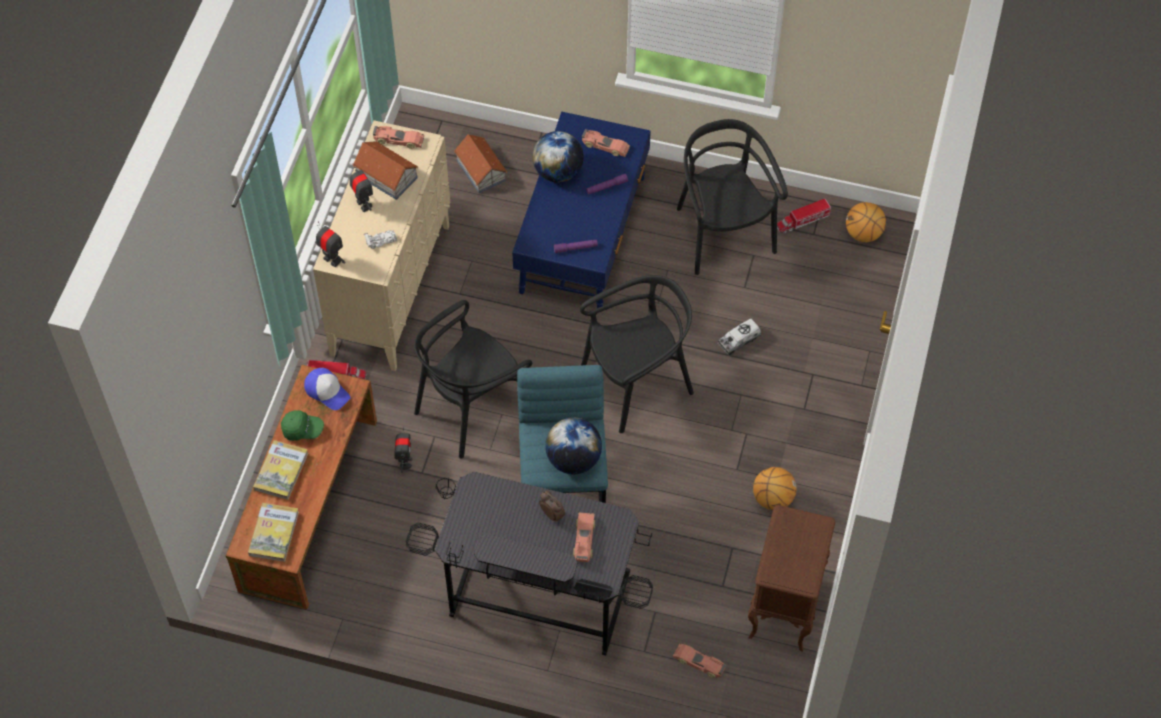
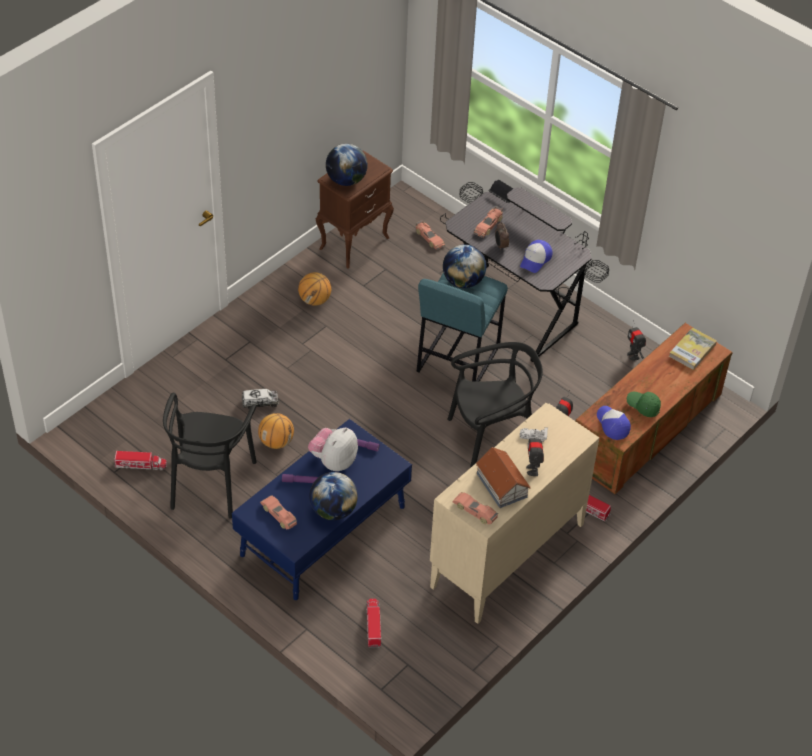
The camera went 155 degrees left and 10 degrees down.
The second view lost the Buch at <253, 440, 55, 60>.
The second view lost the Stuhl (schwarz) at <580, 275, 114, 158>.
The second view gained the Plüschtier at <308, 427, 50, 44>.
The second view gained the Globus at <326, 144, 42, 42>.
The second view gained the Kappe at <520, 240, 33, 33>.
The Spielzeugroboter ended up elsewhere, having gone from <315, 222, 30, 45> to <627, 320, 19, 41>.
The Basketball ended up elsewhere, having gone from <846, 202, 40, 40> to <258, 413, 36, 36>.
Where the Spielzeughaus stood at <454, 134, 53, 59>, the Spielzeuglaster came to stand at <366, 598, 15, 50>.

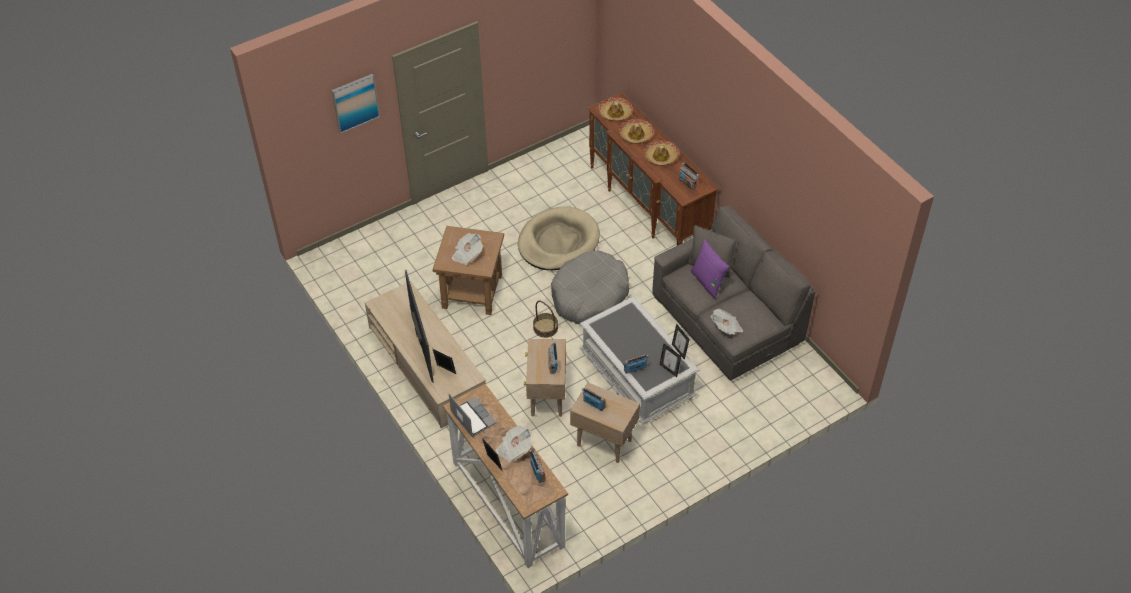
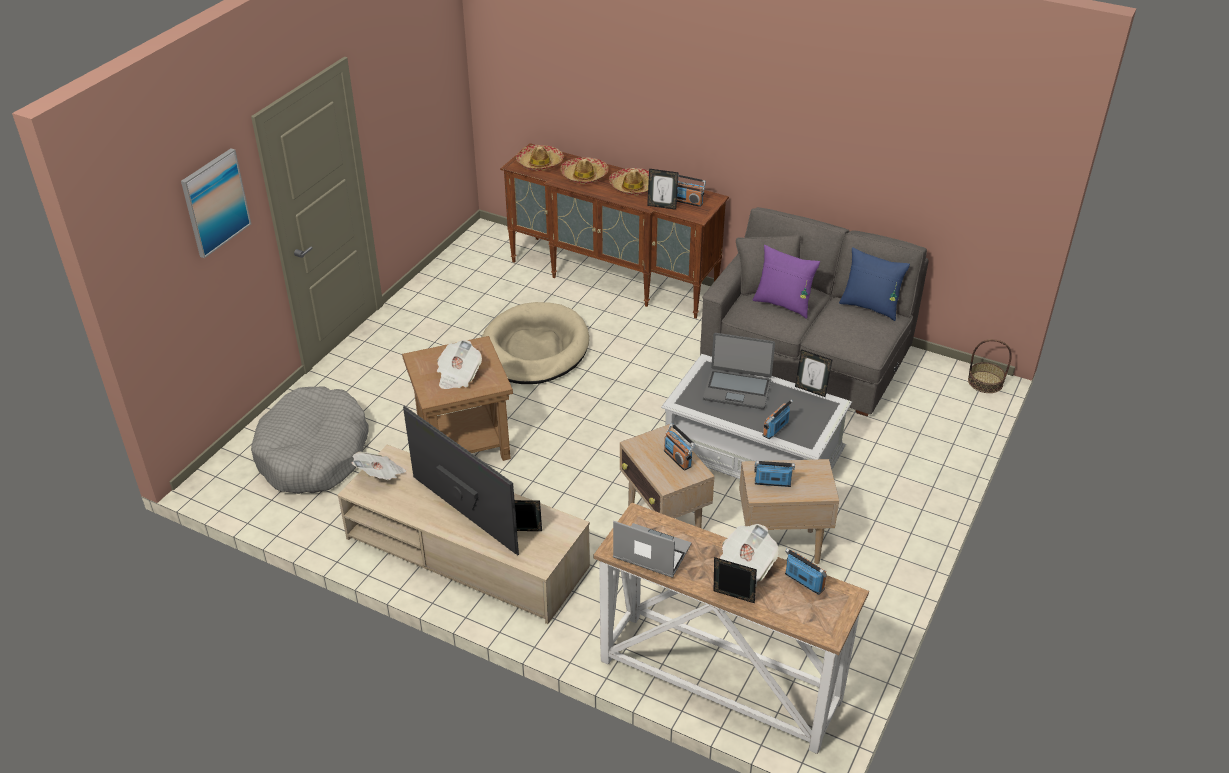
The camera went 30 degrees left and 10 degrees down.
The second view gained the Laptop at <703, 333, 72, 76>.
The second view gained the Kissen (blau) at <839, 247, 71, 74>.
The Korb ended up elsewhere, having gone from <533, 301, 25, 37> to <968, 339, 44, 54>.
The Hundebett (grau) ended up elsewhere, having gone from <551, 250, 78, 74> to <251, 386, 118, 108>.
The Bilderrahmen ended up elsewhere, having gone from <660, 344, 21, 33> to <647, 169, 32, 41>.
The Zeitung ended up elsewhere, having gone from <711, 309, 32, 26> to <351, 452, 55, 28>.

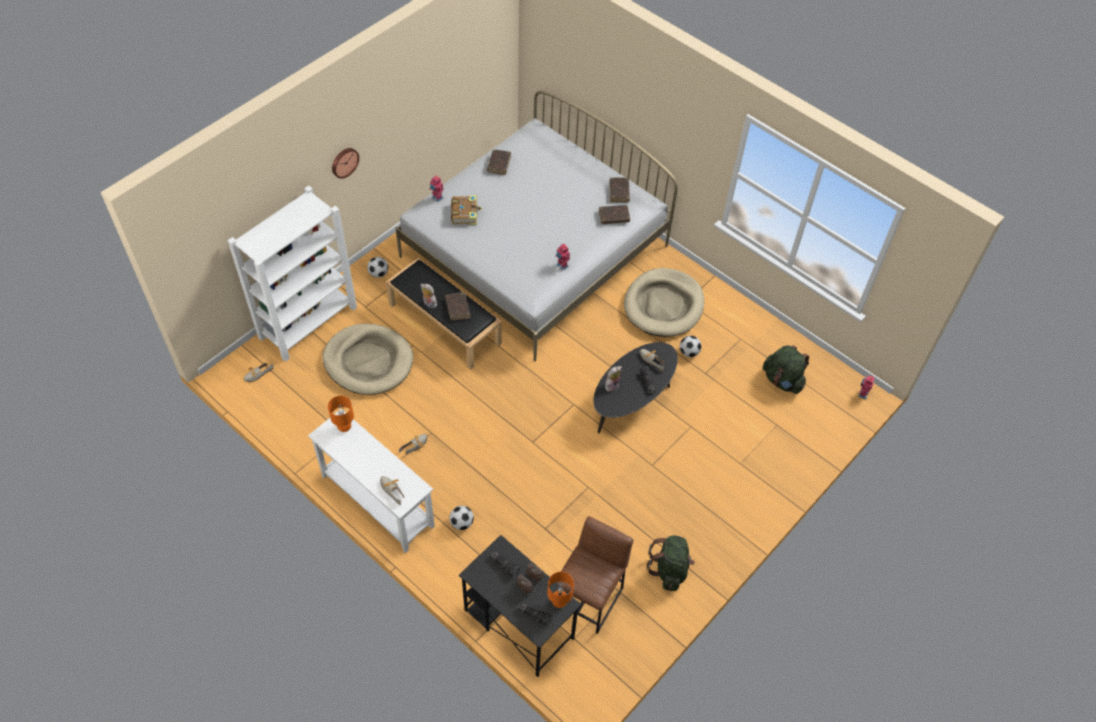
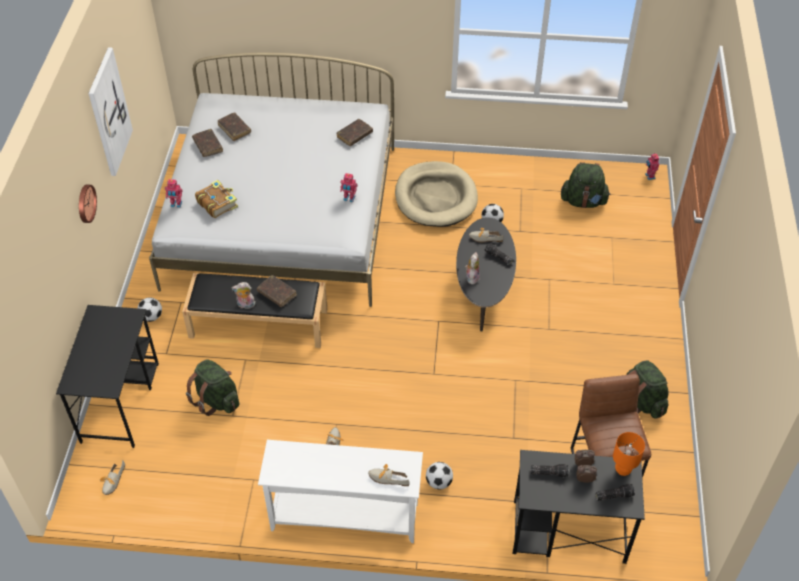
The camera went 35 degrees left and 5 degrees down.
The second view lost the Tischlampe (orange) at <328, 396, 26, 36>.
The second view gained the Bild at <88, 47, 45, 129>.
The Buch (braun) ended up elsewhere, having gone from <609, 178, 21, 24> to <218, 112, 33, 29>.
Where the Bücherregal (weiß) stood at <228, 186, 129, 175>, the Schreibtisch (schwarz) came to stand at <56, 305, 103, 143>.
Where the Hundebett (beige) stood at <323, 324, 90, 71>, the Rucksack (grün) came to stand at <186, 359, 53, 57>.

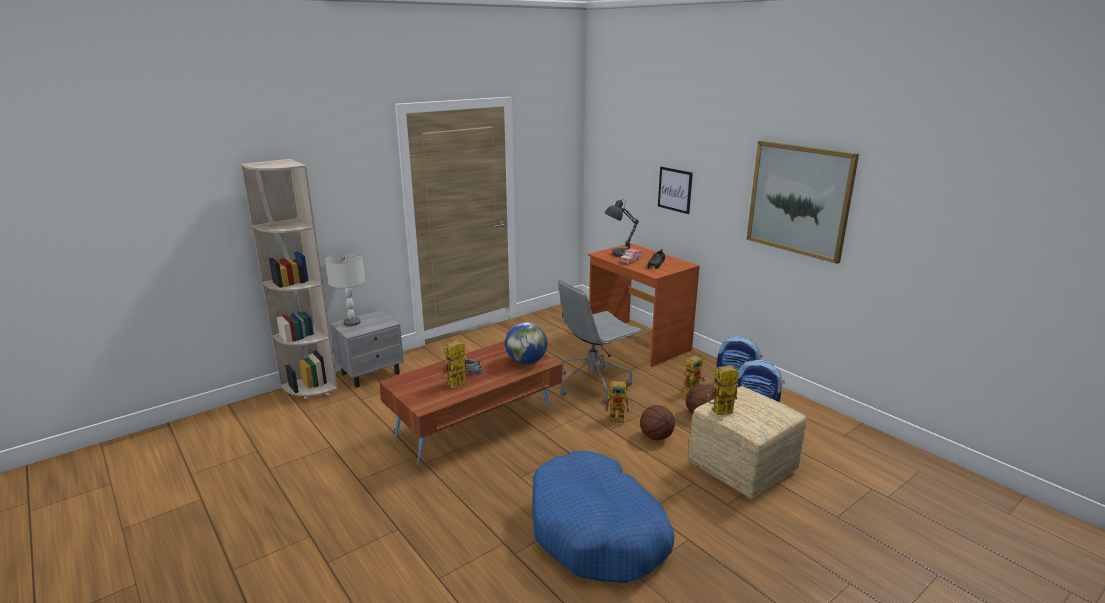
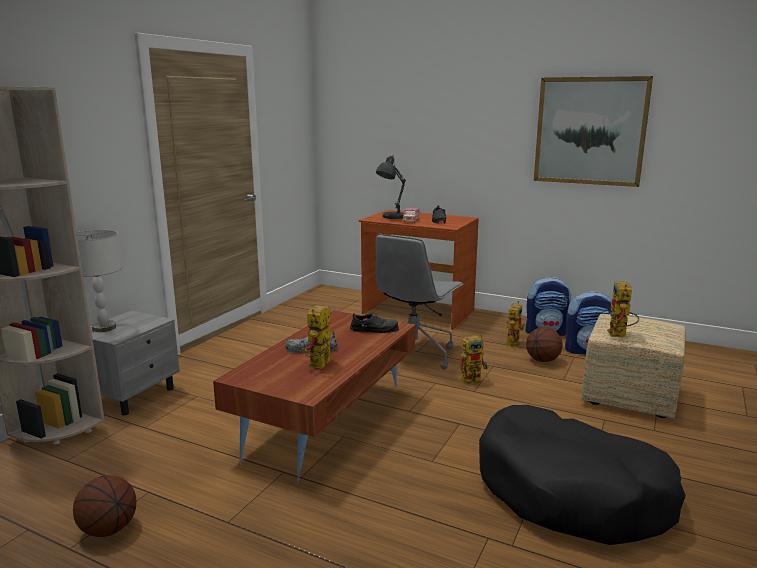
The camera went 25 degrees left and 5 degrees down.
The second view lost the Bild at <658, 167, 35, 47>.
The Basketball ended up elsewhere, having gone from <640, 405, 35, 36> to <73, 475, 63, 62>.
Where the Globus stood at <505, 322, 42, 42>, the Schuh (schwarz) came to stand at <350, 313, 49, 20>.
What was the Hundebett (blau) at <532, 451, 142, 132> turned into the Hundebett (schwarz) at <479, 405, 207, 140>.
The Spielzeugroboter at <707, 365, 32, 50> ended up facing another way, 45 degrees counterclockwise from before.

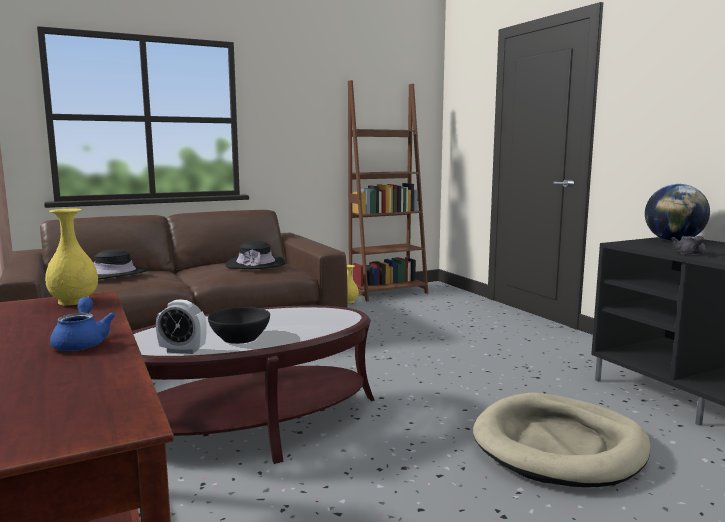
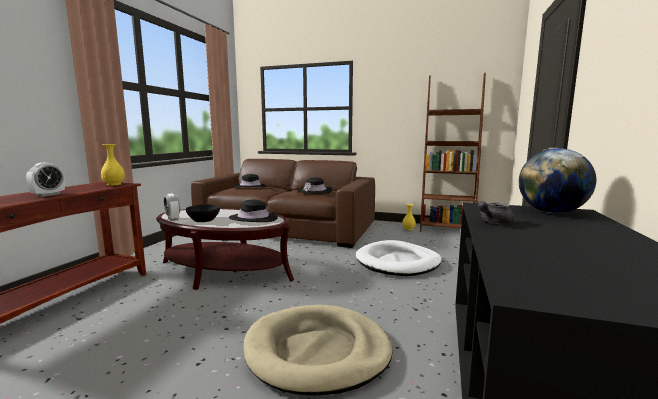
The camera went 45 degrees right and 0 degrees up.
The second view gained the Hut (schwarz) at <229, 200, 49, 22>.
The second view gained the Hundebett (weiß) at <356, 240, 86, 36>.
Where the Teekanne (blau) stood at <50, 297, 66, 54>, the Wecker came to stand at <26, 163, 39, 34>.

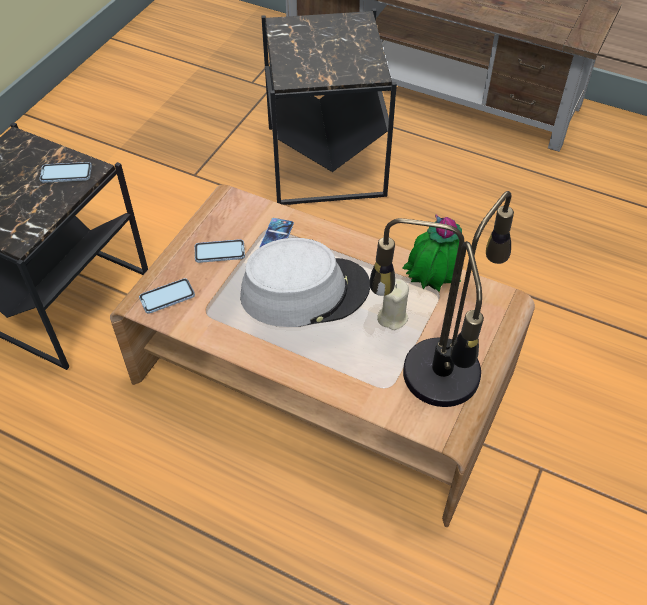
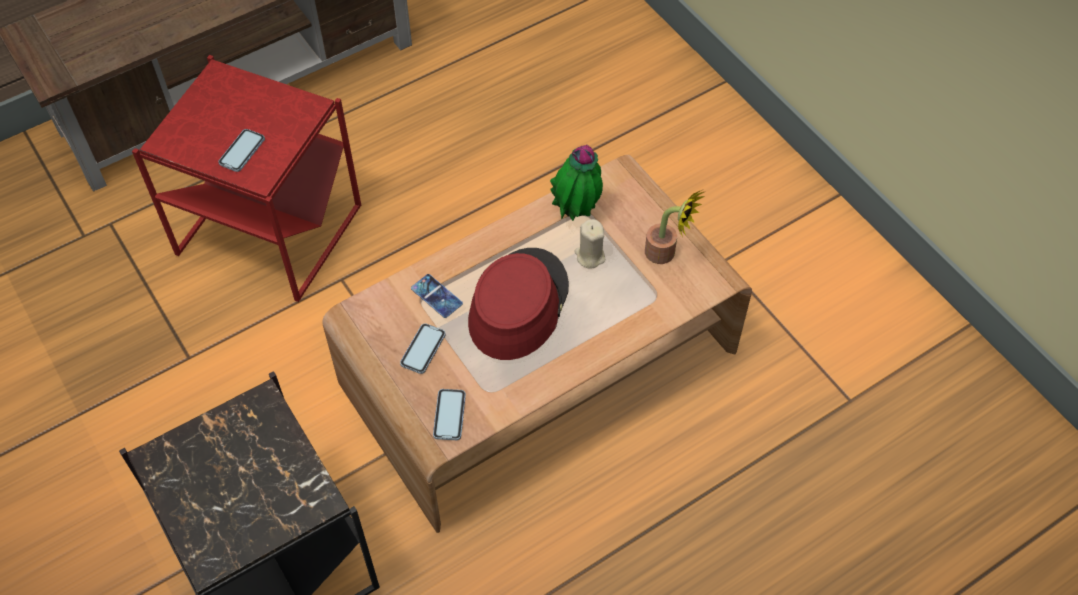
The camera went 60 degrees left and 5 degrees up.
The Handy ended up elsewhere, having gone from <39, 162, 53, 21> to <218, 129, 47, 43>.
Where the Tischlampe stood at <370, 191, 144, 216>, the Topfpflanze came to stand at <645, 190, 61, 74>.
What was the Hut (grau) at <240, 238, 130, 89> turned into the Hut (rot) at <468, 248, 101, 112>.
What was the Beistelltisch (schwarz) at <261, 8, 136, 197> turned into the Beistelltisch (rot) at <132, 55, 229, 247>.

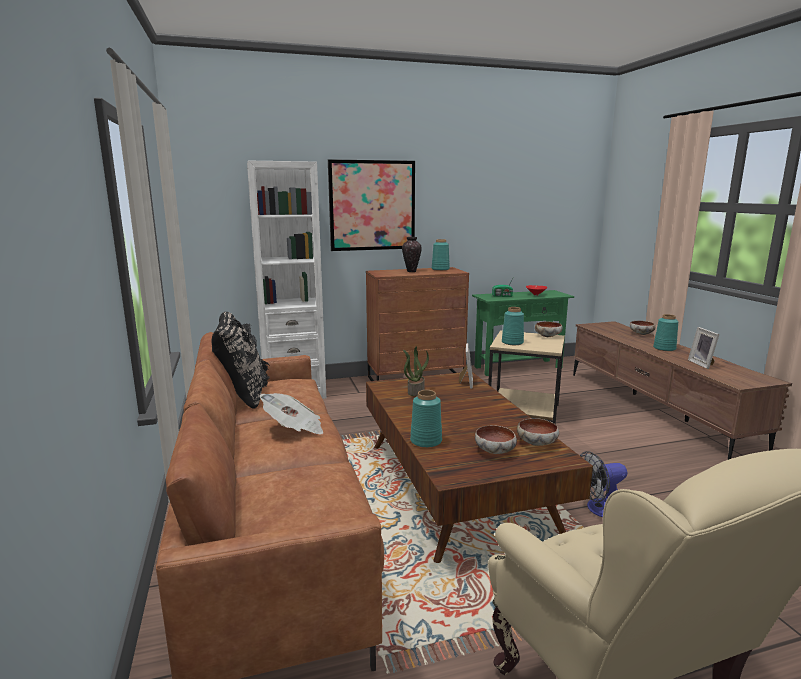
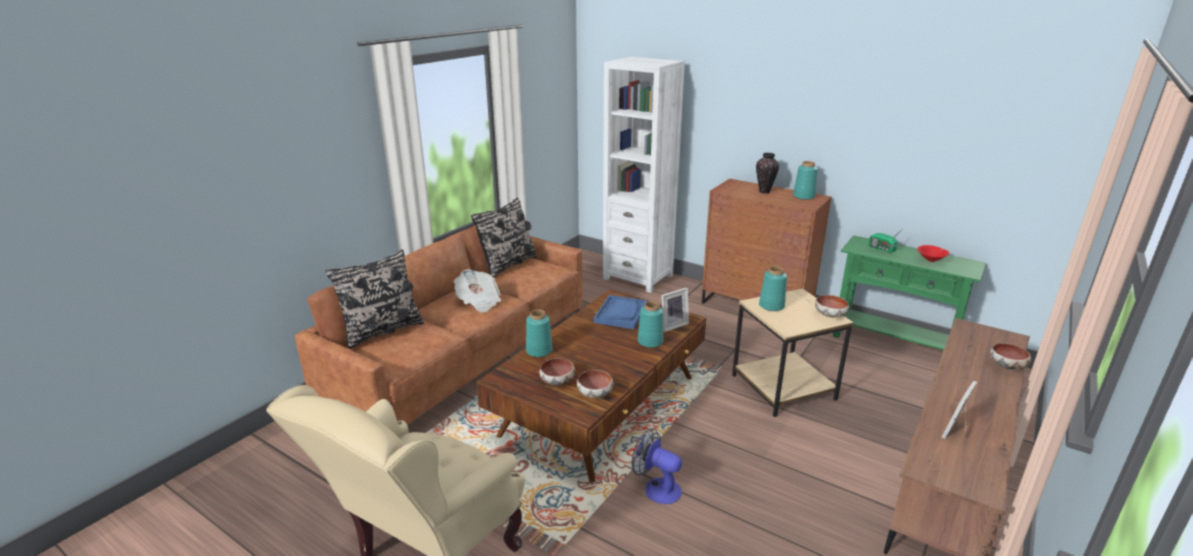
The camera went 50 degrees right and 10 degrees up.
The second view lost the Bild at <328, 159, 87, 92>.
The second view gained the Kissen (schwarz) at <326, 250, 98, 99>.
The Vase (türkis) ended up elsewhere, having gone from <653, 314, 25, 37> to <638, 301, 26, 47>.
Where the Topfpflanze stood at <403, 346, 26, 50>, the Tablett (blau) came to stand at <593, 295, 55, 34>.

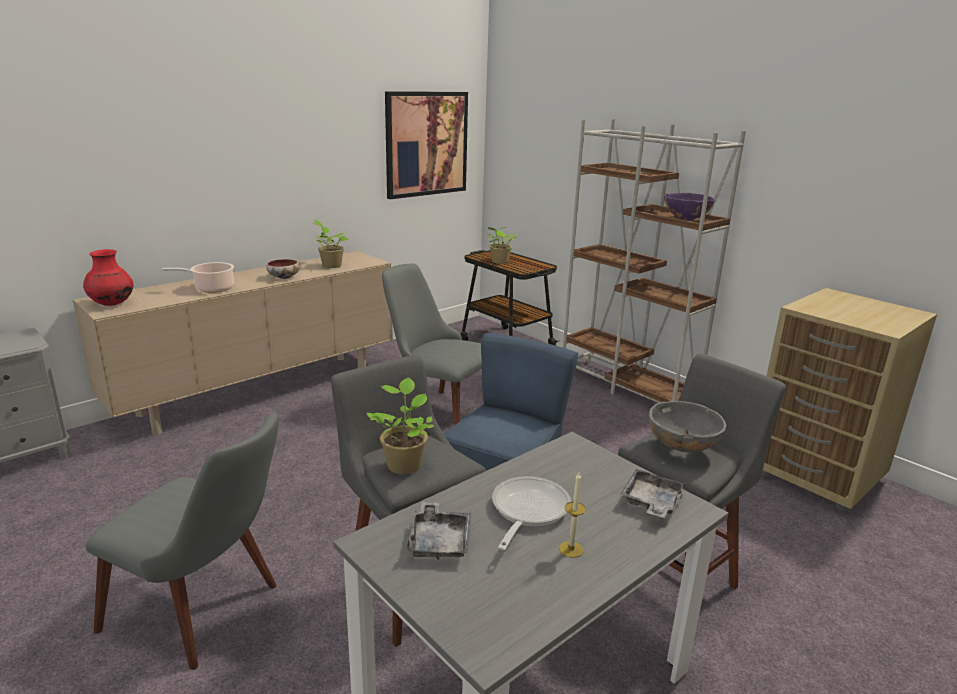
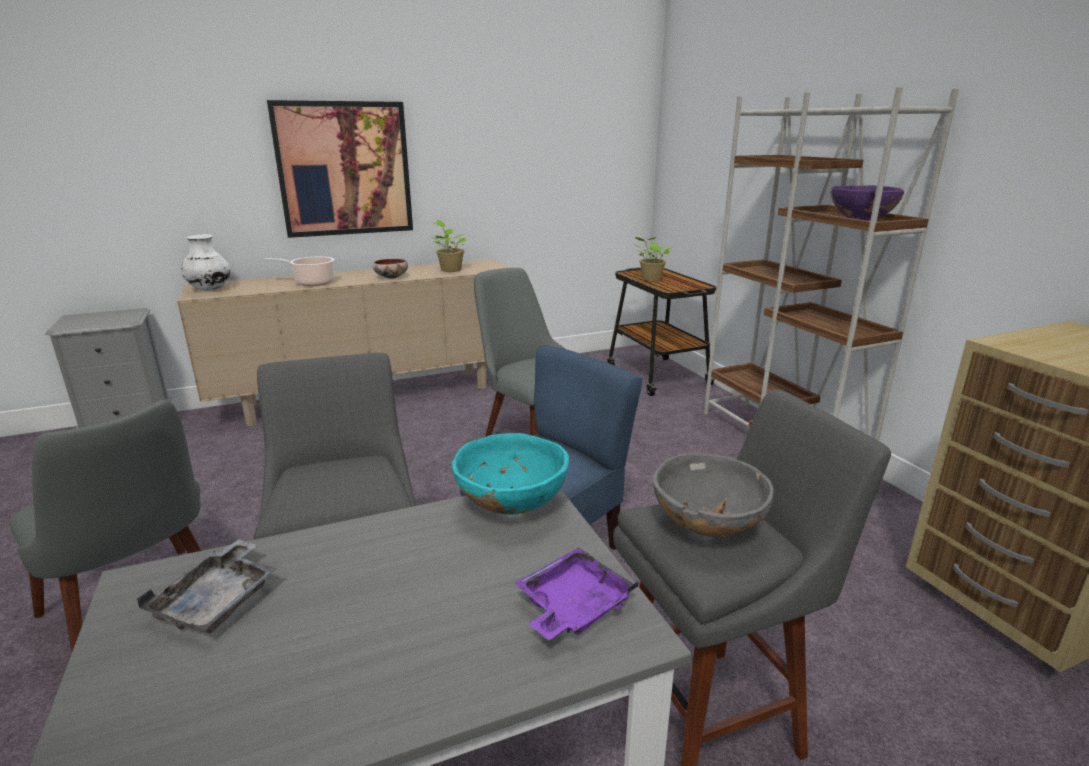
The camera went 20 degrees right and 0 degrees up.
The second view lost the Topfpflanze at <366, 377, 68, 97>.
The second view lost the Pfanne at <492, 476, 79, 75>.
The second view lost the Kerze at <559, 472, 27, 86>.
The second view gained the Schüssel (türkis) at <452, 433, 117, 82>.
The Bild ended up elsewhere, having gone from <385, 91, 83, 108> to <267, 100, 146, 138>.
What was the Vase (rot) at <83, 249, 50, 57> turned into the Vase (weiß) at <181, 234, 49, 57>.
What was the Tablett (grau) at <620, 469, 67, 49> turned into the Tablett (lila) at <514, 547, 124, 93>.

